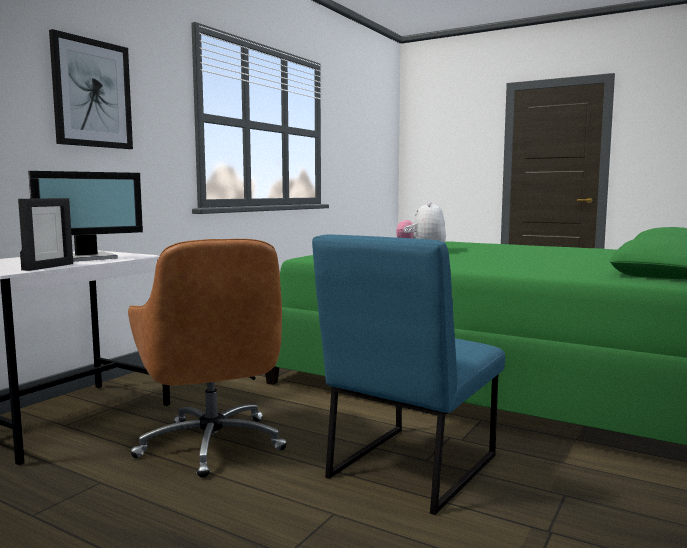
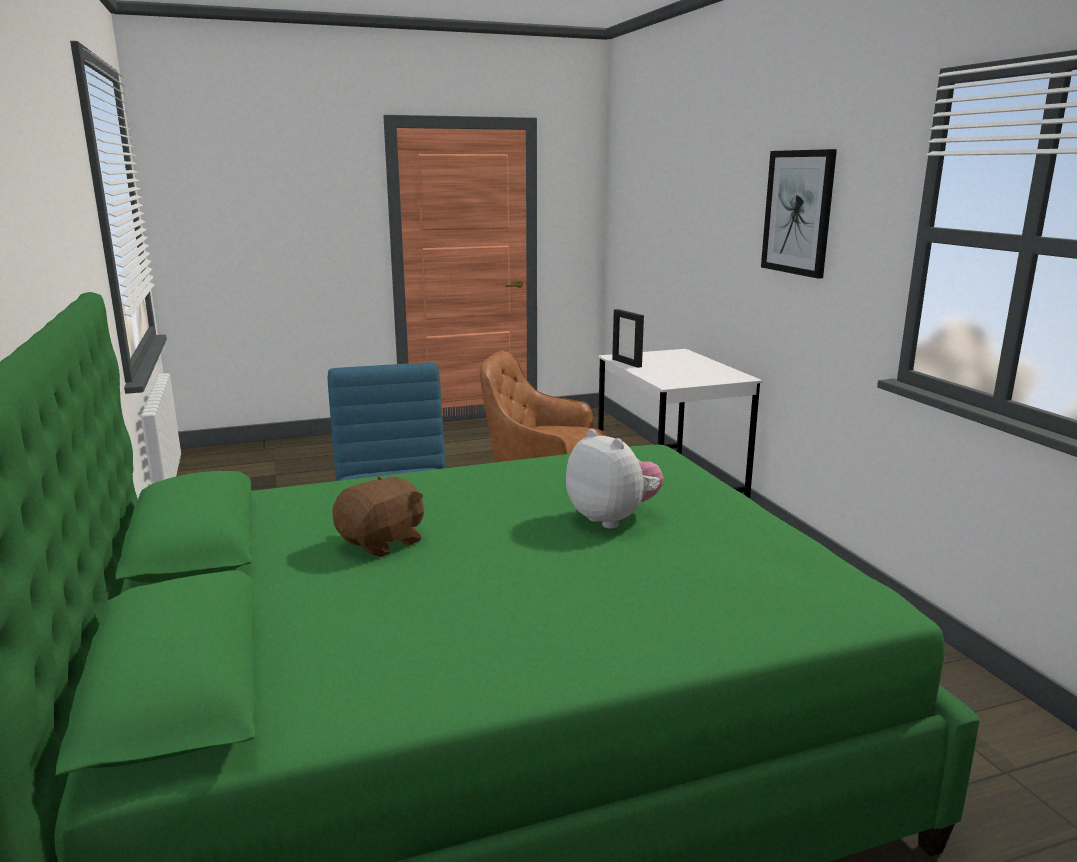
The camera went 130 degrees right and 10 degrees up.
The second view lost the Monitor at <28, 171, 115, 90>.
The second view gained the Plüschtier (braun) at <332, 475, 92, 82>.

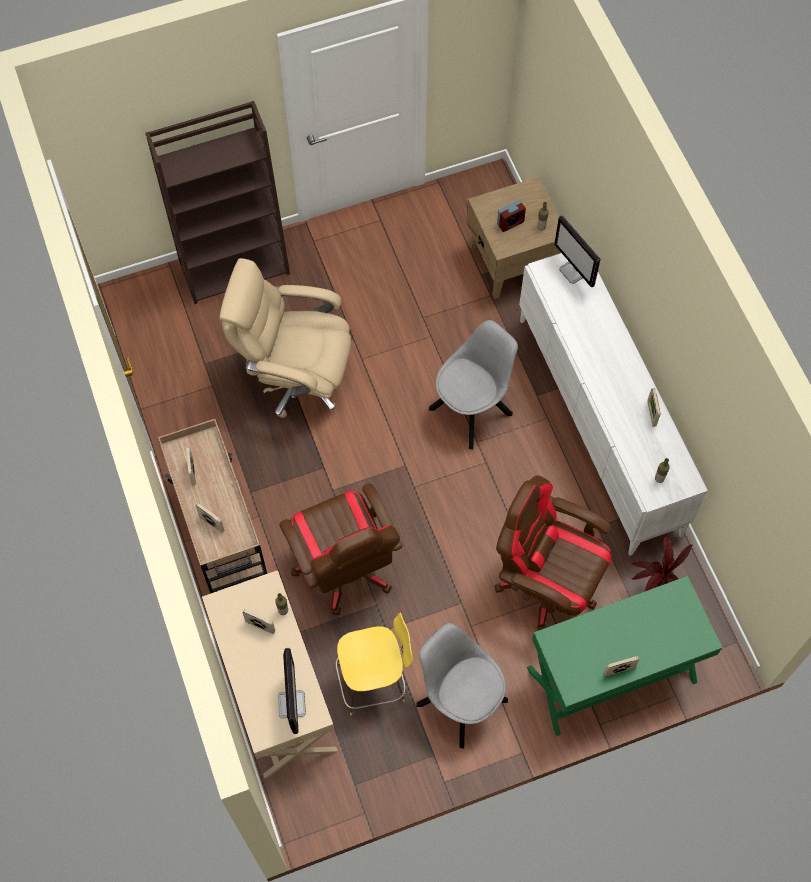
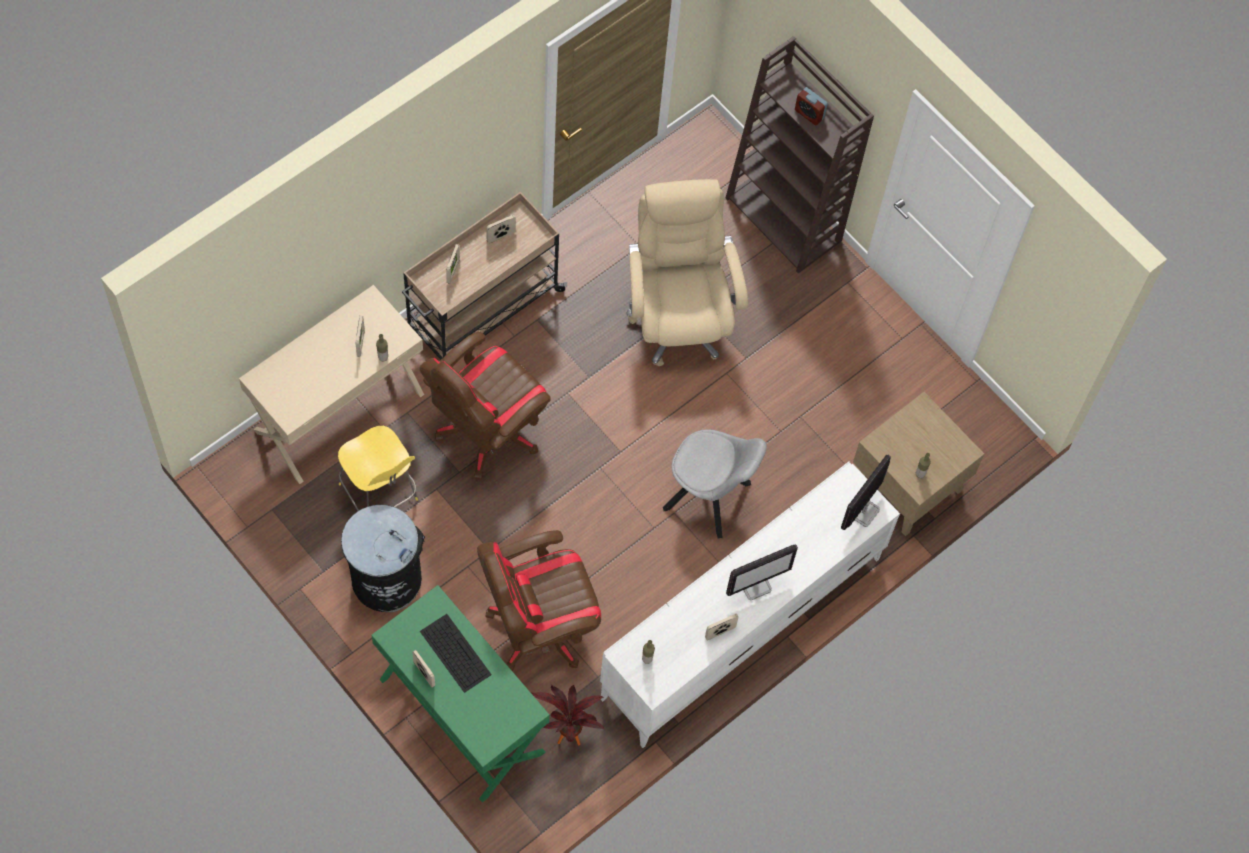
The camera went 65 degrees right and 0 degrees up.
The second view gained the Tastatur at <420, 614, 72, 79>.
The Monitor ended up elsewhere, having gone from <278, 648, 28, 86> to <726, 545, 72, 55>.
The Wecker ended up elsewhere, having gone from <497, 200, 29, 32> to <795, 87, 33, 38>.
Where the Stuhl (grau) stood at <416, 623, 92, 125>, the Mülleimer (schwarz) came to stand at <341, 505, 84, 107>.
The Bürostuhl (braun) at <495, 475, 116, 155> ended up facing another way, 120 degrees counterclockwise from before.

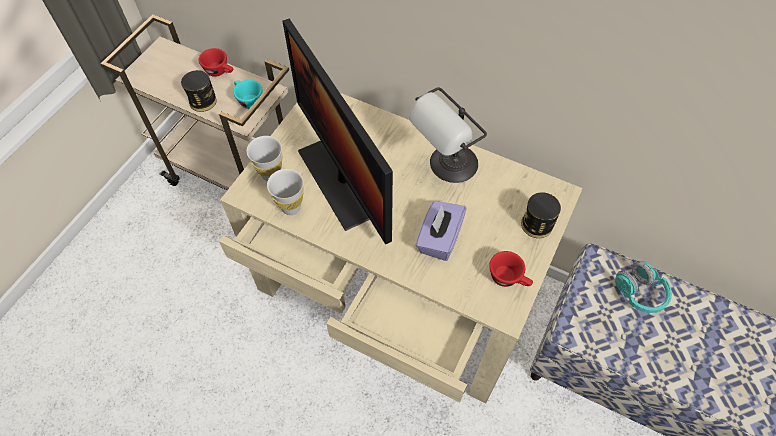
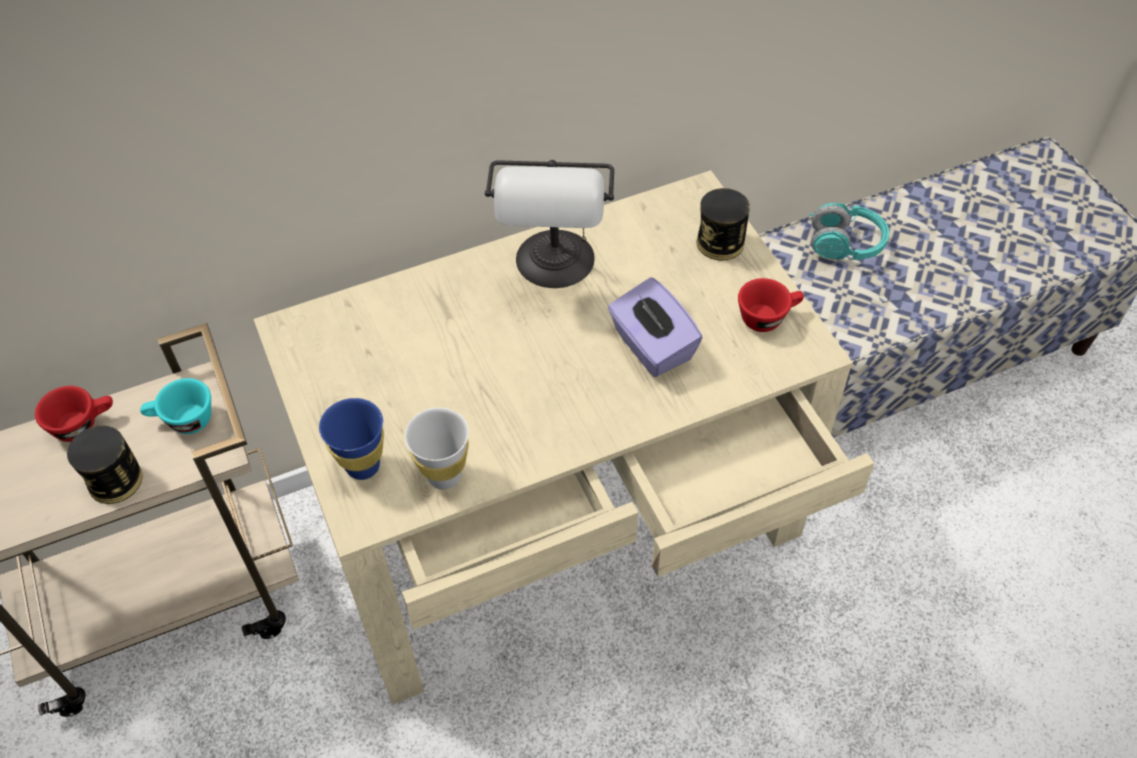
The camera went 50 degrees left and 5 degrees down.
The second view lost the Monitor at <282, 19, 111, 225>.
What was the Tasse (weiß) at <247, 136, 35, 45> turned into the Tasse (blau) at <319, 398, 65, 82>.

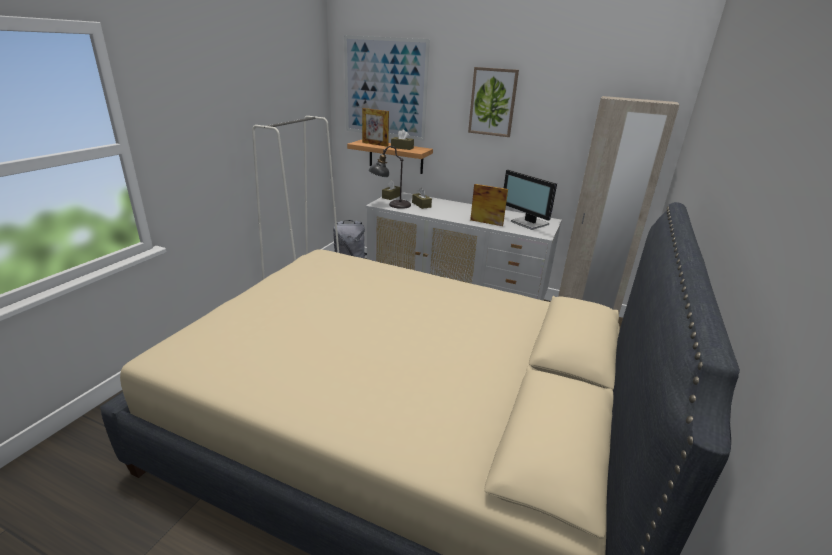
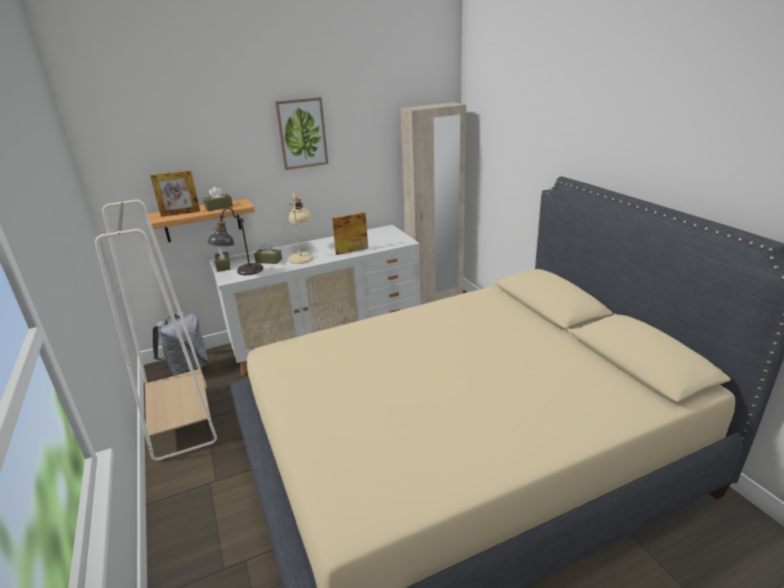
The camera went 45 degrees left and 0 degrees up.
The second view lost the Bild at <344, 35, 86, 106>.
The second view lost the Monitor at <504, 170, 53, 60>.
The second view gained the Tischlampe (beige) at <289, 192, 24, 72>.

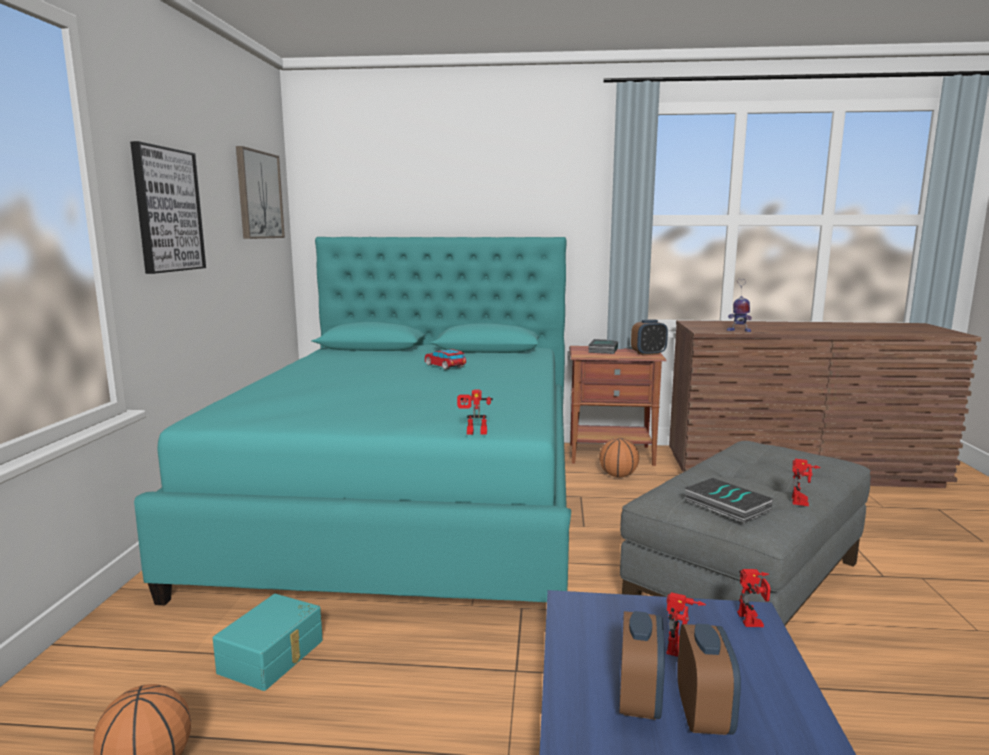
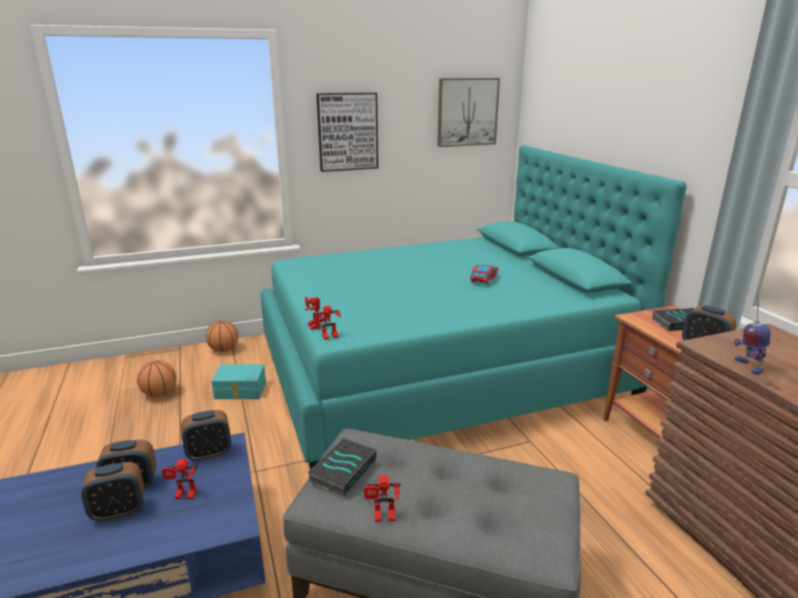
The camera went 65 degrees right and 10 degrees up.
The second view gained the Wecker at <181, 410, 50, 52>.
The Basketball ended up elsewhere, having gone from <599, 438, 40, 39> to <206, 320, 33, 32>.
The Spielzeugroboter ended up elsewhere, having gone from <737, 569, 34, 58> to <316, 305, 25, 35>.

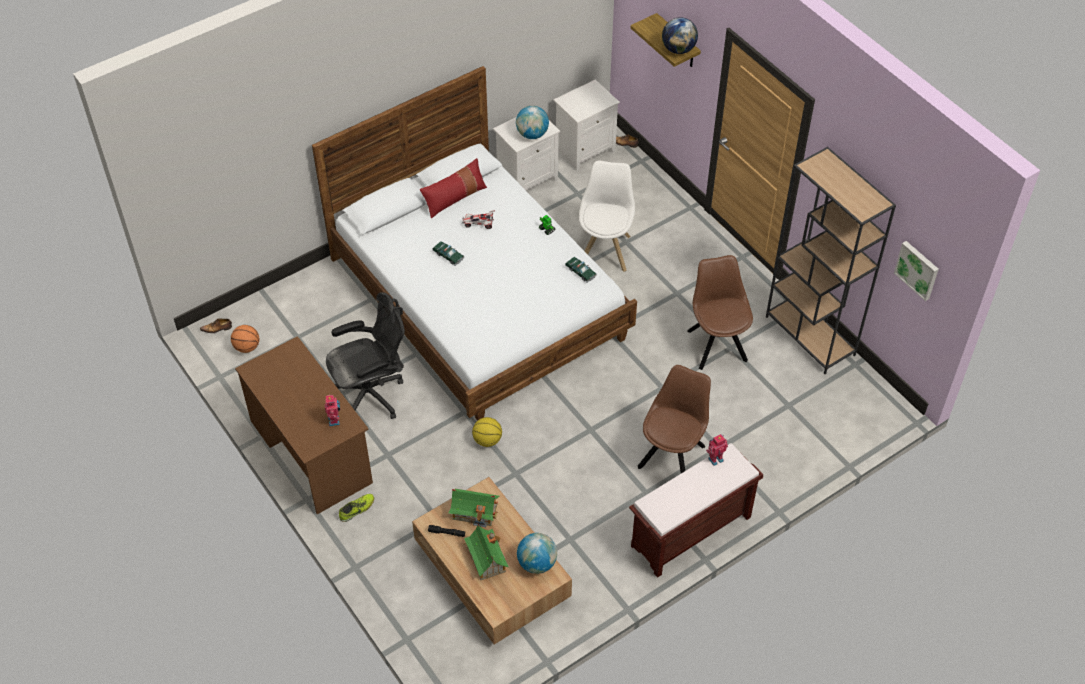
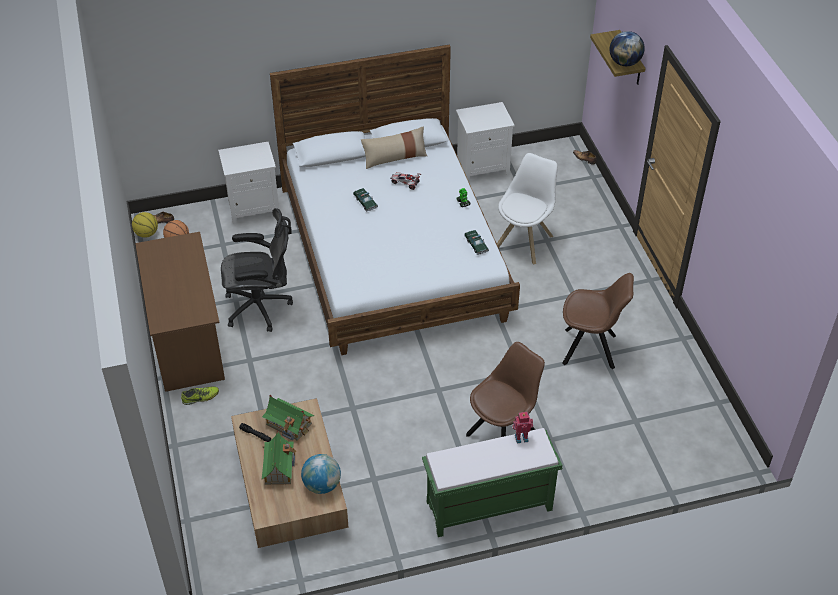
The camera went 20 degrees right and 5 degrees down.
The second view lost the Spielzeugroboter at <325, 394, 15, 32>.
The second view lost the Globus at <516, 106, 33, 33>.
The second view lost the Bücherregal at <766, 147, 130, 227>.
The second view lost the Bild at <894, 241, 45, 60>.
The Basketball ended up elsewhere, having gone from <472, 417, 30, 30> to <132, 212, 26, 26>.
The Nachttisch (weiß) ended up elsewhere, having gone from <554, 79, 66, 92> to <218, 142, 61, 82>.
What was the Kissen (rot) at <420, 158, 67, 60> turned into the Kissen (beige) at <361, 127, 66, 42>.
What was the Bank (braun) at <629, 443, 134, 135> turned into the Bank (grün) at <422, 428, 140, 109>.
The Stuhl (braun) at <687, 255, 66, 115> ended up facing another way, 90 degrees clockwise from before.

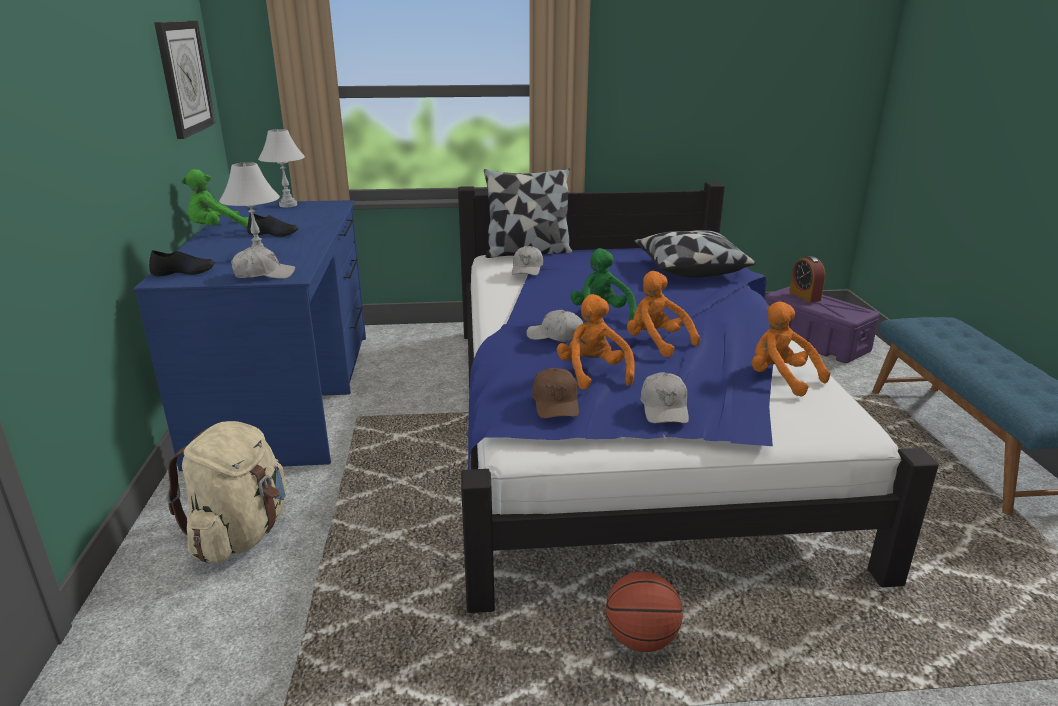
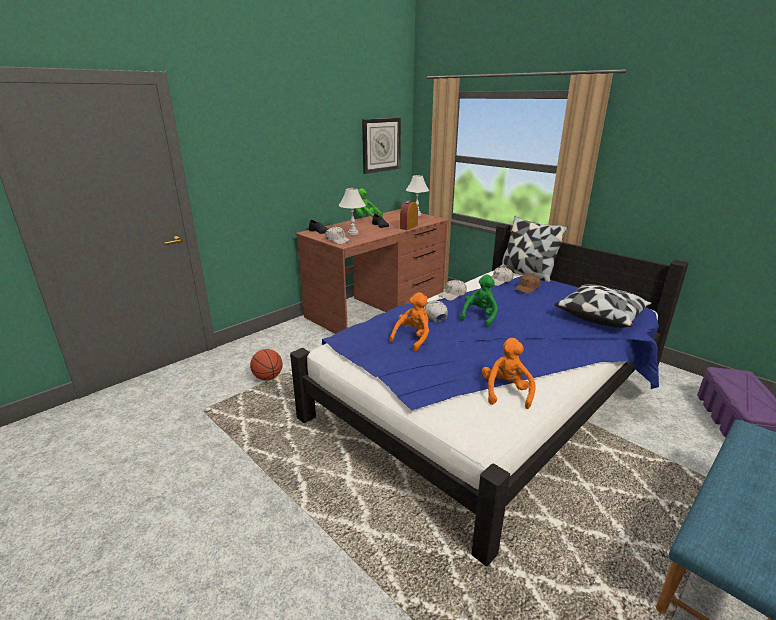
The camera went 50 degrees right and 0 degrees up.
The second view lost the Rucksack (beige) at <166, 421, 120, 142>.
The second view lost the Plüschtier (orange) at <627, 271, 73, 86>.
The Kappe (braun) ended up elsewhere, having gone from <532, 368, 47, 50> to <514, 274, 26, 20>.
The Basketball ended up elsewhere, having gone from <606, 571, 77, 81> to <250, 349, 33, 31>.
The Kappe (weiß) ended up elsewhere, having gone from <640, 372, 49, 51> to <438, 280, 29, 21>.
The Wecker ended up elsewhere, having gone from <789, 256, 36, 47> to <400, 200, 18, 30>.
What was the Schreibtisch (blau) at <133, 200, 233, 271> turned into the Schreibtisch (braun) at <296, 209, 153, 125>.

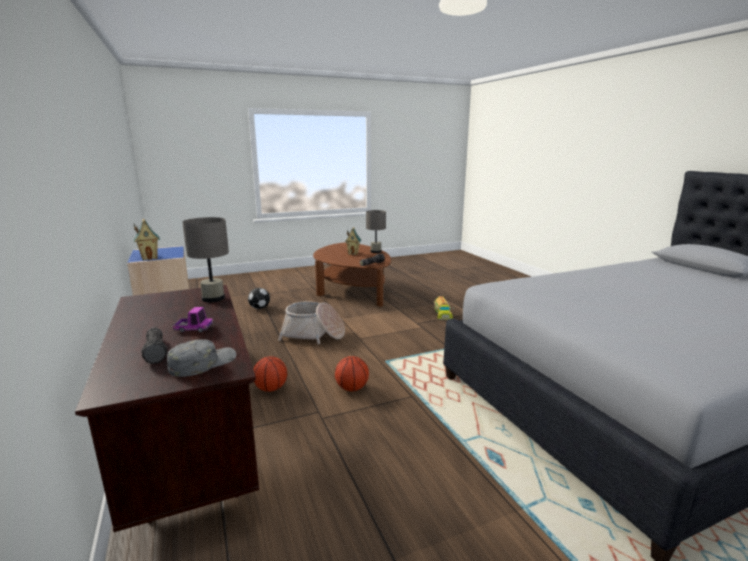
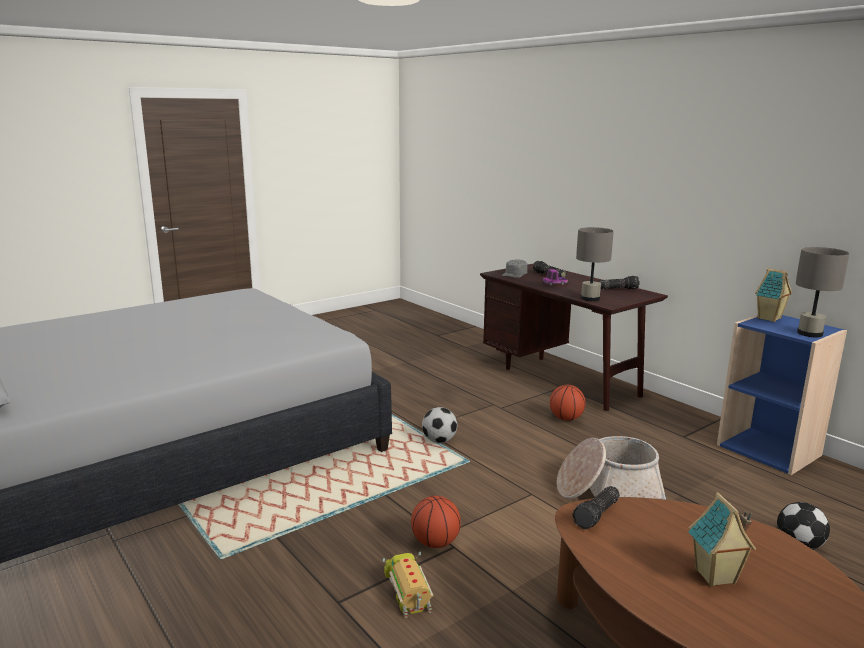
The camera went 165 degrees right and 0 degrees up.
The second view gained the Fußball at <422, 407, 35, 36>.
The second view gained the Taschenlampe at <599, 276, 41, 13>.
The Basketball ended up elsewhere, having gone from <335, 356, 34, 35> to <411, 496, 50, 52>.
The Tischlampe (grau) ended up elsewhere, having gone from <366, 210, 20, 43> to <796, 247, 53, 90>.

